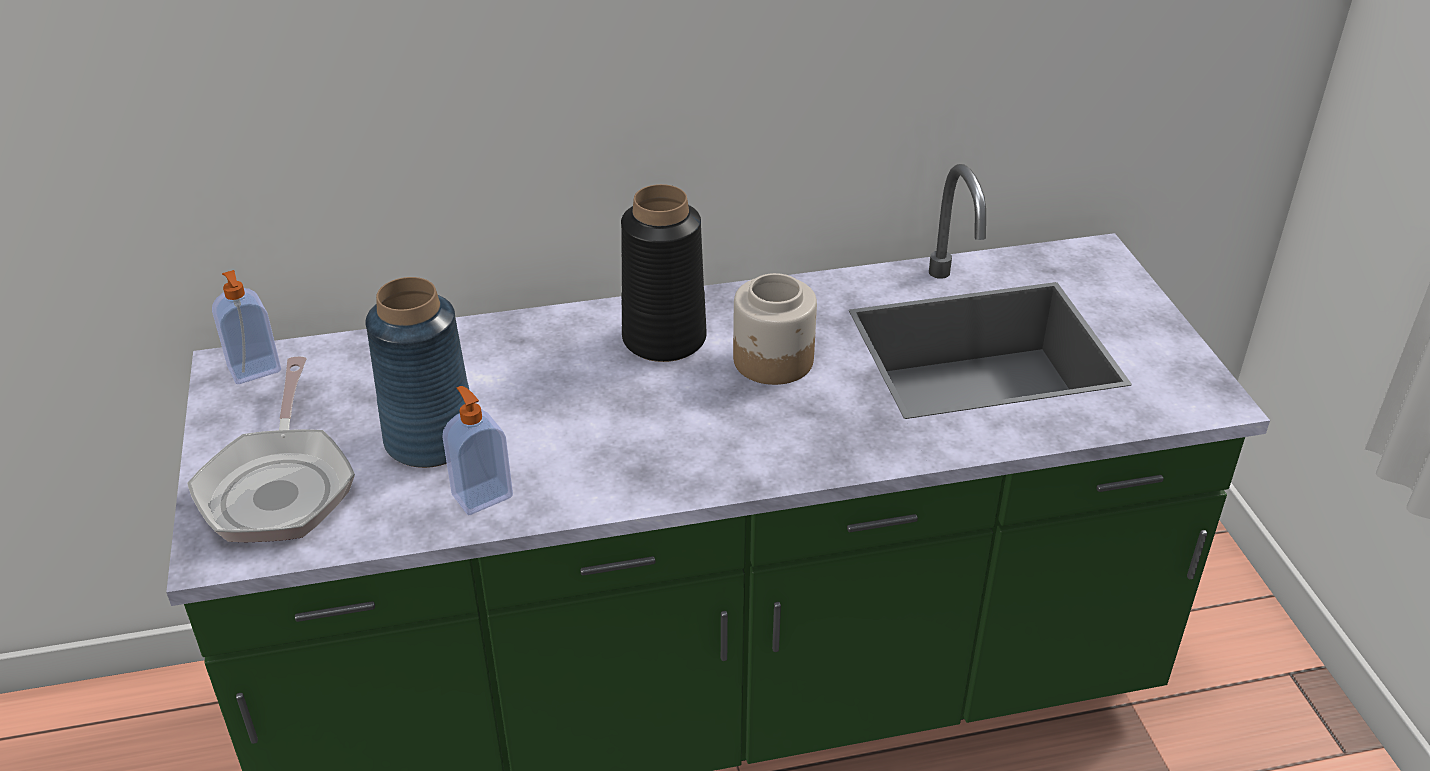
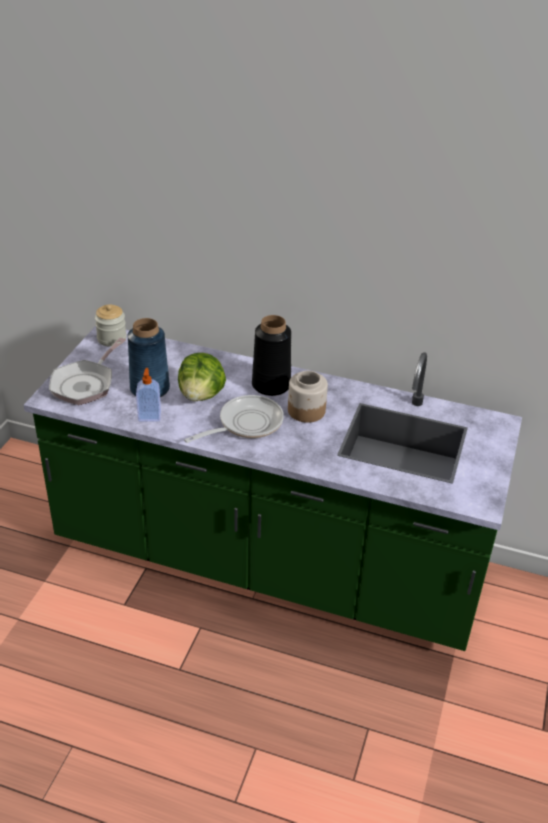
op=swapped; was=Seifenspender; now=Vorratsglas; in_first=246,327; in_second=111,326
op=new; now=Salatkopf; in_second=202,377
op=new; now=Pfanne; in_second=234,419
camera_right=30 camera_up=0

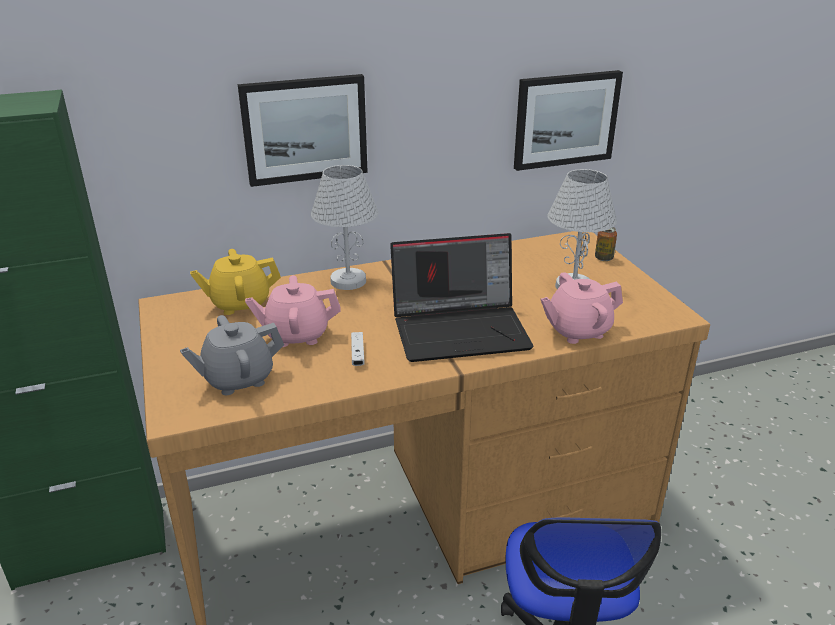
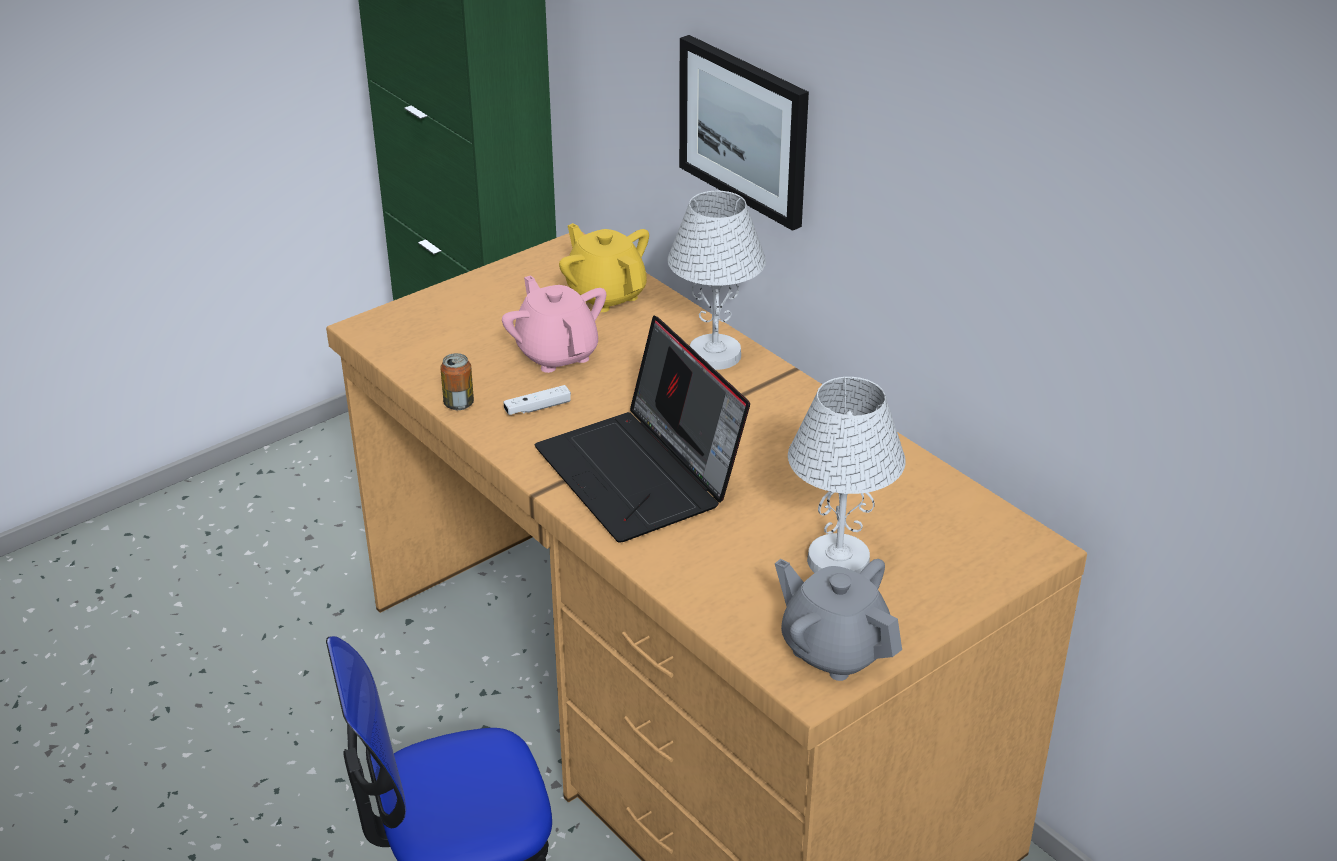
op=shifted; was=Teekanne/grau; in_first=232,355; in_second=838,620
op=gone; was=Bild; in_first=568,120
op=gone; was=Teekanne/rosa; in_first=582,308
op=shifted; was=Dose; in_first=606,244; in_second=457,381
camera_right=70 camera_up=5

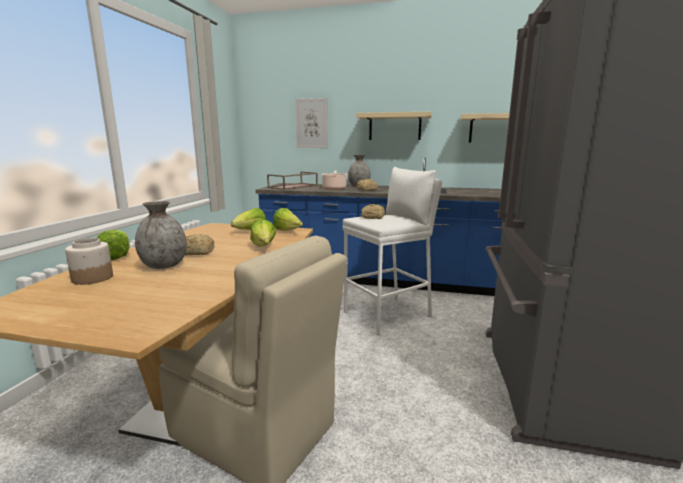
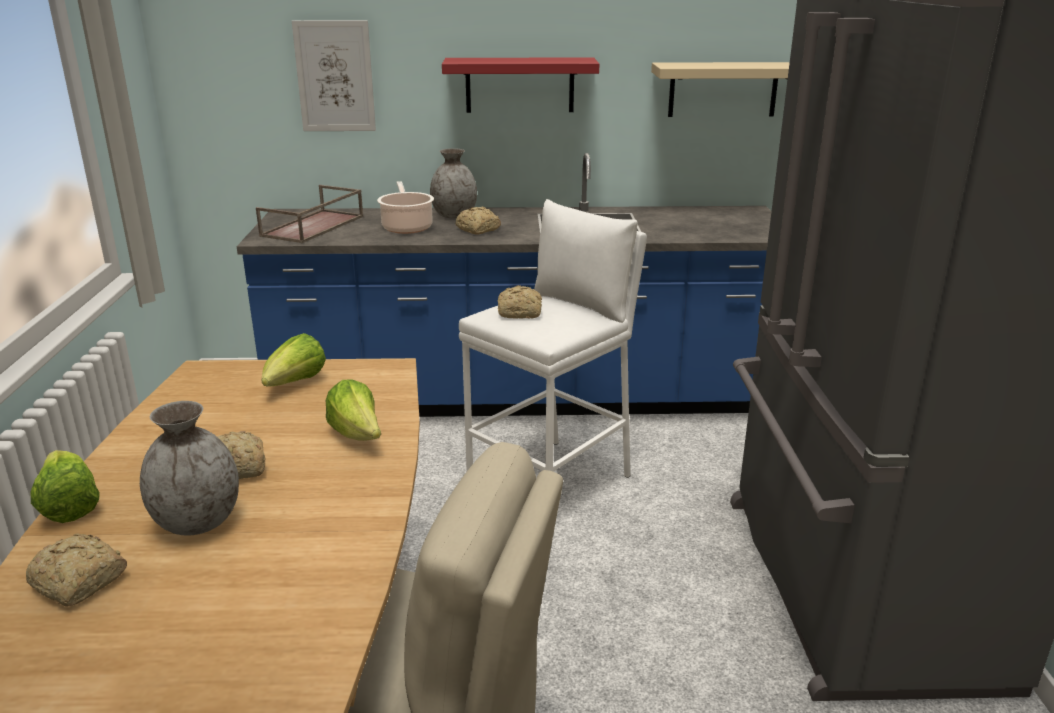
op=swapped; was=Vorratsglas; now=Brot; in_first=89,261; in_second=76,570
op=gone; was=Salatkopf; in_first=288,219
op=repainted; was=Wandregal/beige; now=Wandregal/rot; in_first=394,126; in_second=520,85
camera_right=-15 camera_up=10

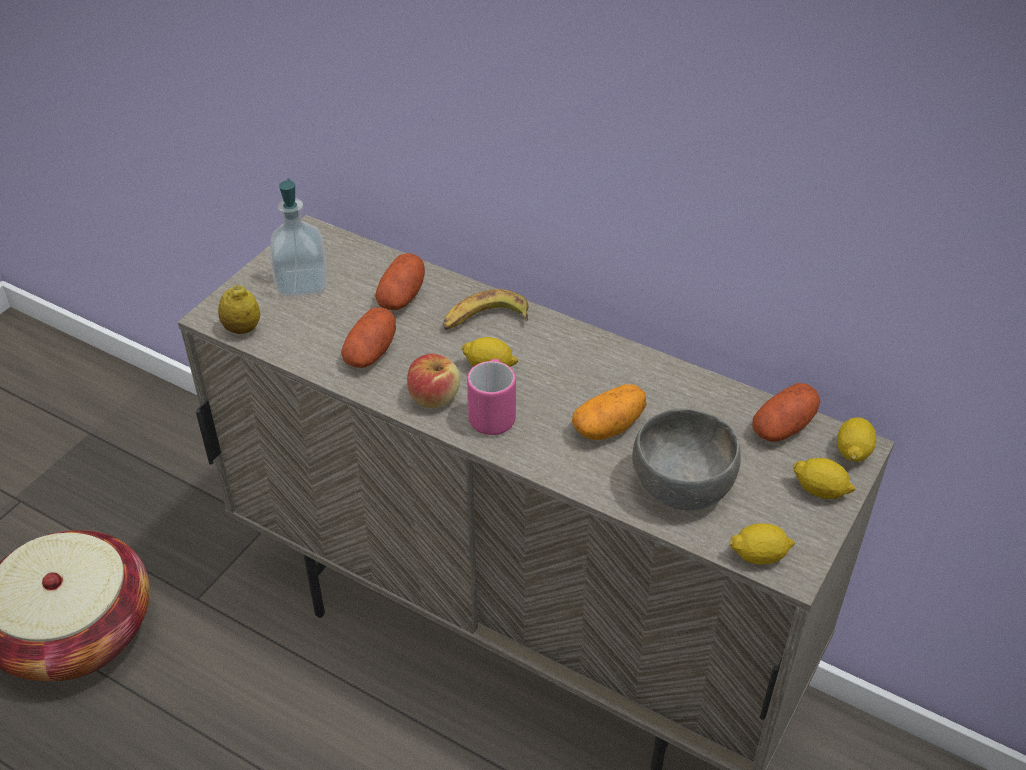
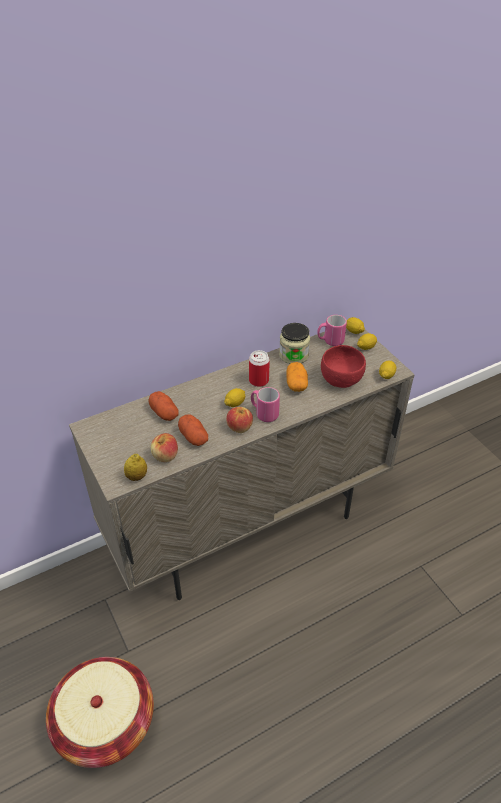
op=gone; was=Seifenspender; in_first=298,237
op=gone; was=Banane; in_first=485,309
op=repainted; was=Schüssel/grau; now=Schüssel/rot; in_first=686,459; in_second=343,366
op=swapped; was=Kartoffel; now=Henkelbecher/rosa; in_first=786,412; in_second=332,330
op=new; now=Apfel; in_second=164,447
op=new; now=Dose; in_second=259,368
op=new; now=Vorratsglas; in_second=294,343
camera_right=-60 camera_up=0

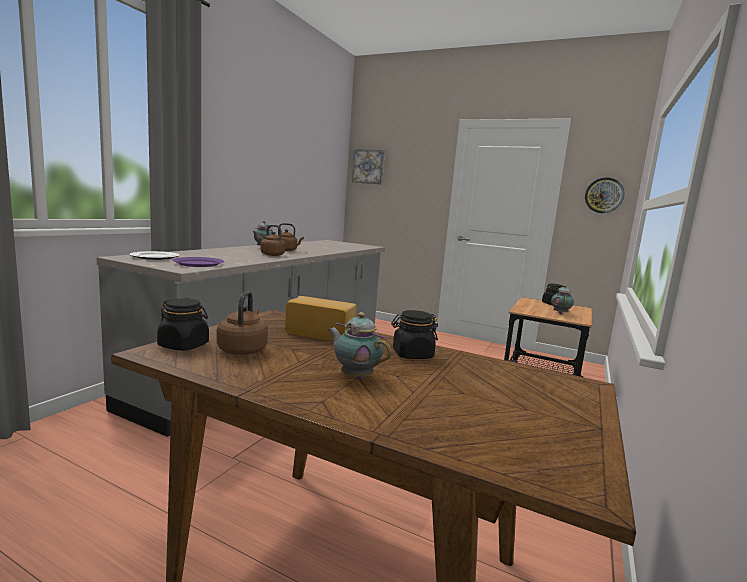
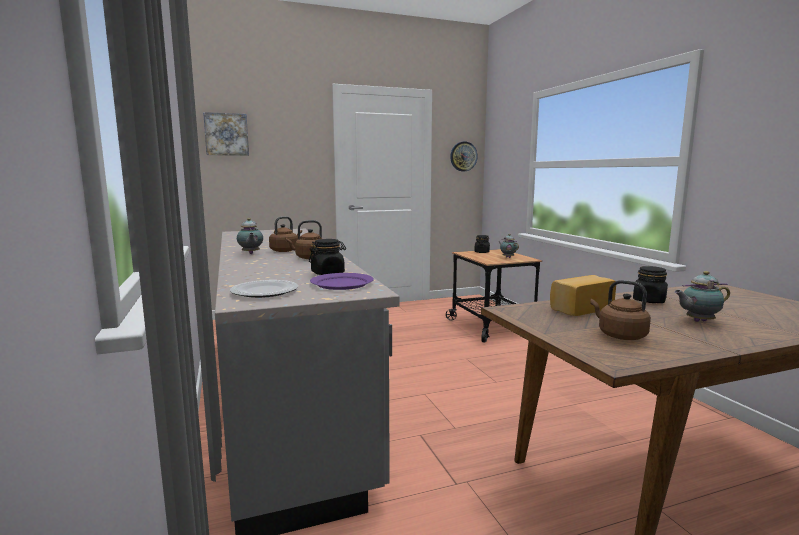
op=shifted; was=Vorratsglas/schwarz; in_first=183,325; in_second=327,257
camera_right=-45 camera_up=0

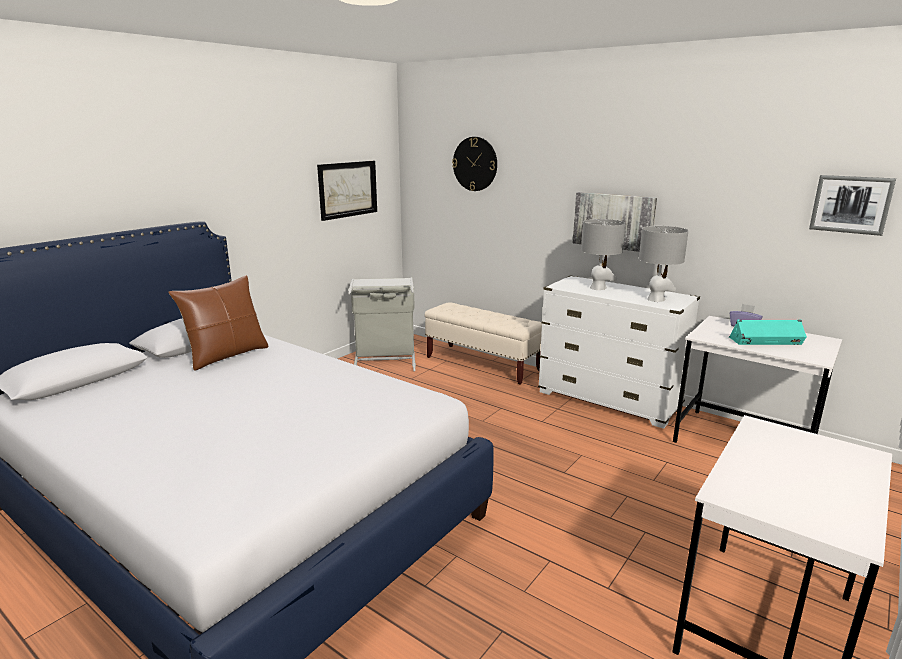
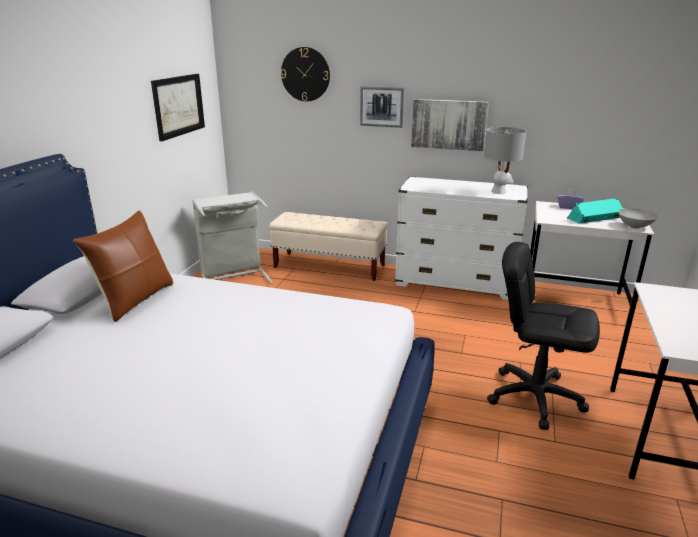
op=gone; was=Tischlampe/grau; in_first=603,254
op=shifted; was=Bild; in_first=852,205; in_second=382,107
op=new; now=Bürostuhl/schwarz; in_second=543,336
op=new; now=Schüssel/grau; in_second=638,218
camera_right=-20 camera_up=5

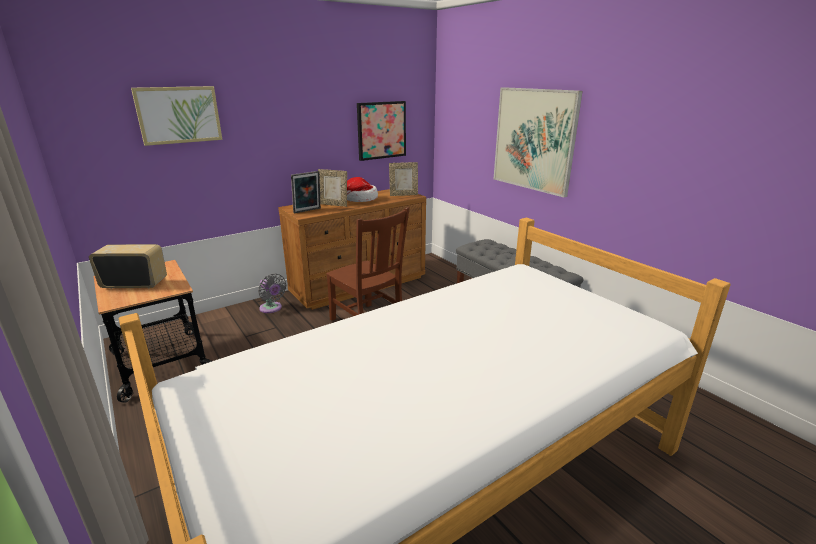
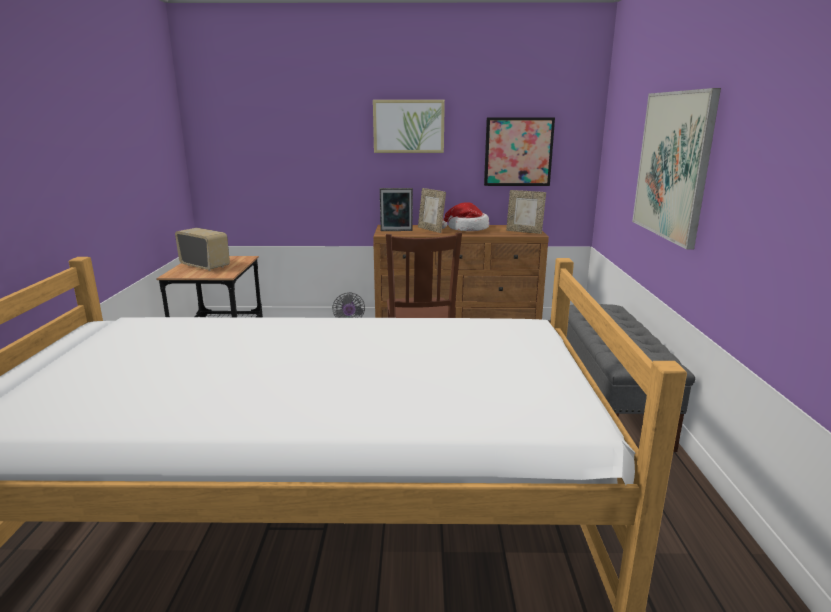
op=shifted; was=Bild; in_first=177,116; in_second=409,126
camera_right=35 camera_up=-5

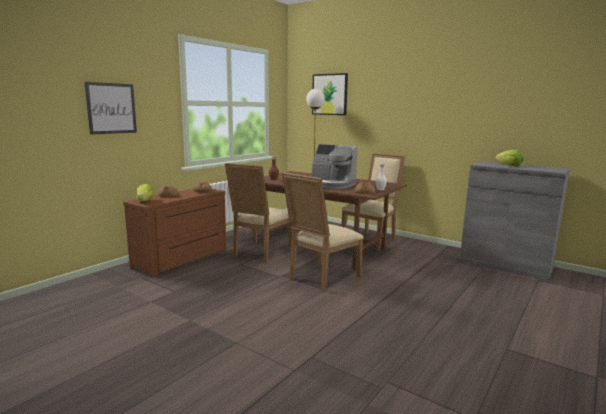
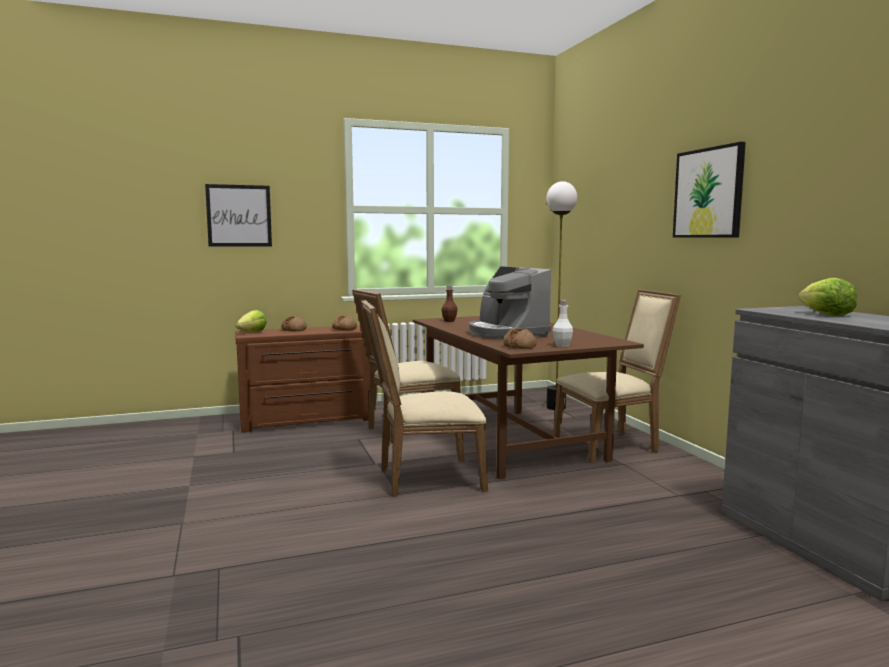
op=shifted; was=Bild; in_first=330,94; in_second=709,190
camera_right=35 camera_up=-5

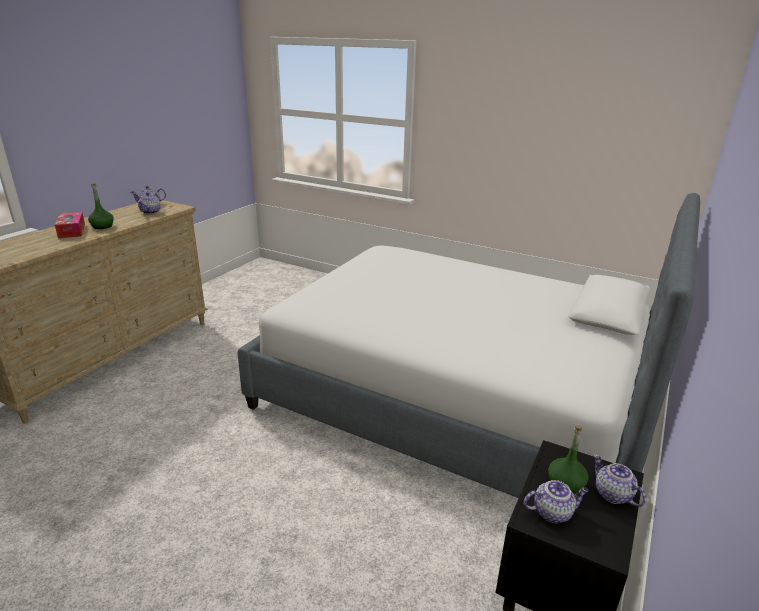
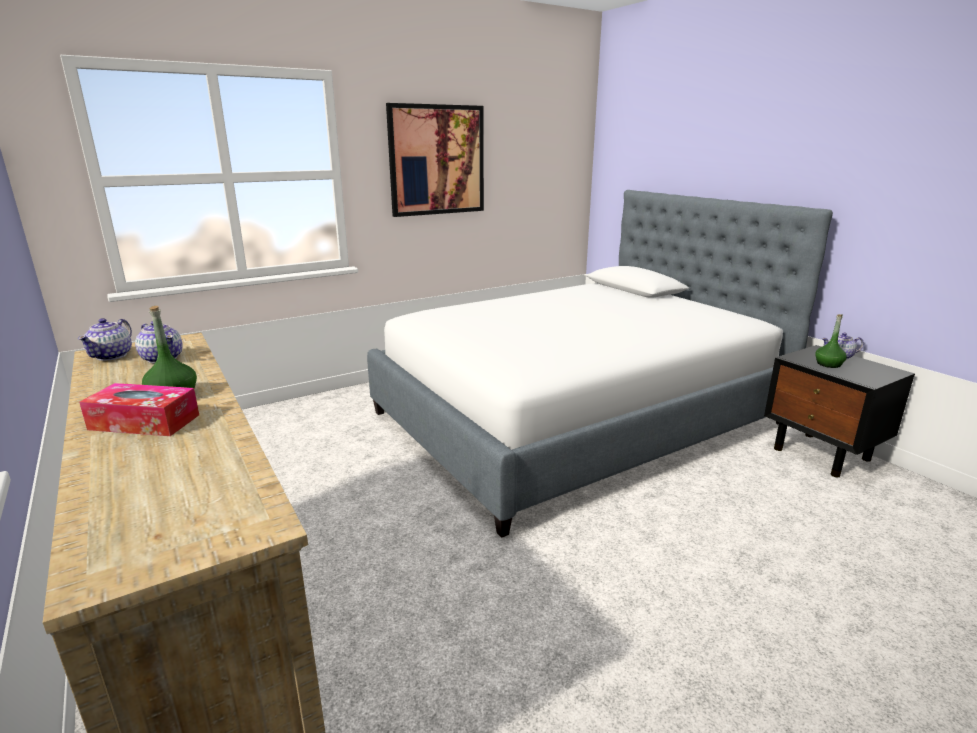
op=gone; was=Teekanne; in_first=556,501
op=new; now=Bild; in_second=435,160
camera_right=-60 camera_up=-5

